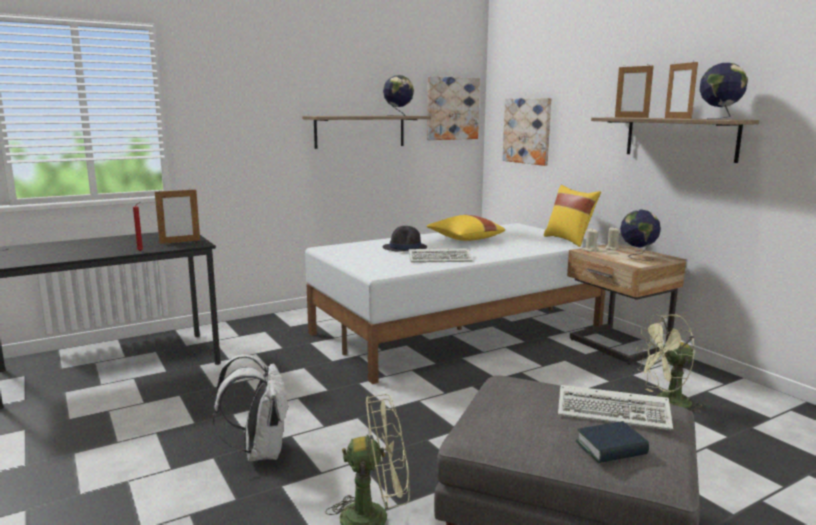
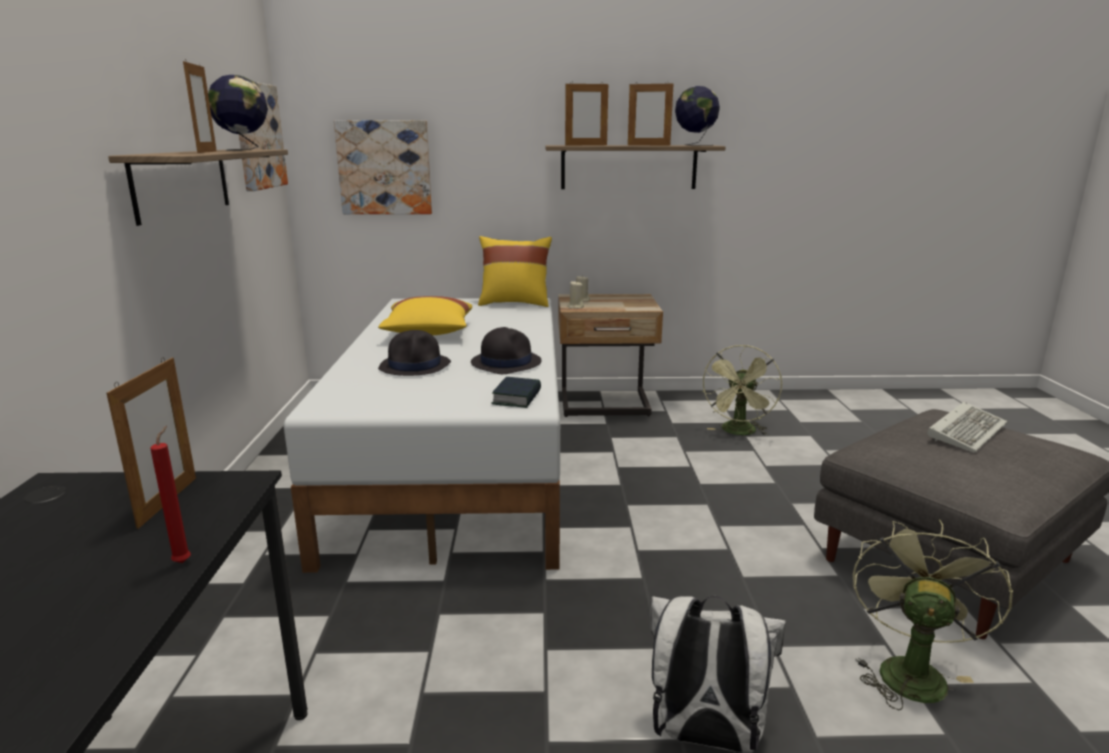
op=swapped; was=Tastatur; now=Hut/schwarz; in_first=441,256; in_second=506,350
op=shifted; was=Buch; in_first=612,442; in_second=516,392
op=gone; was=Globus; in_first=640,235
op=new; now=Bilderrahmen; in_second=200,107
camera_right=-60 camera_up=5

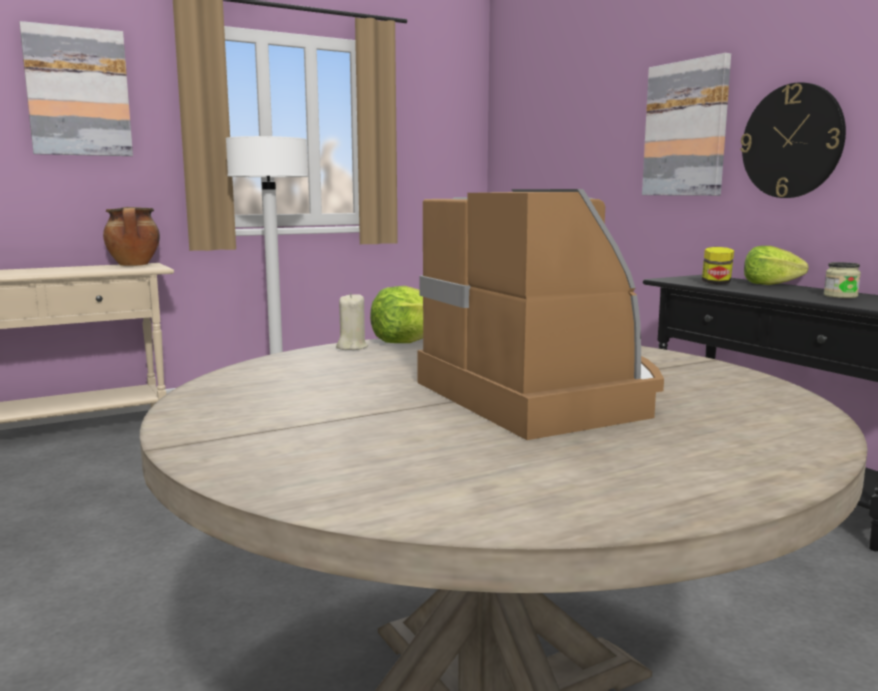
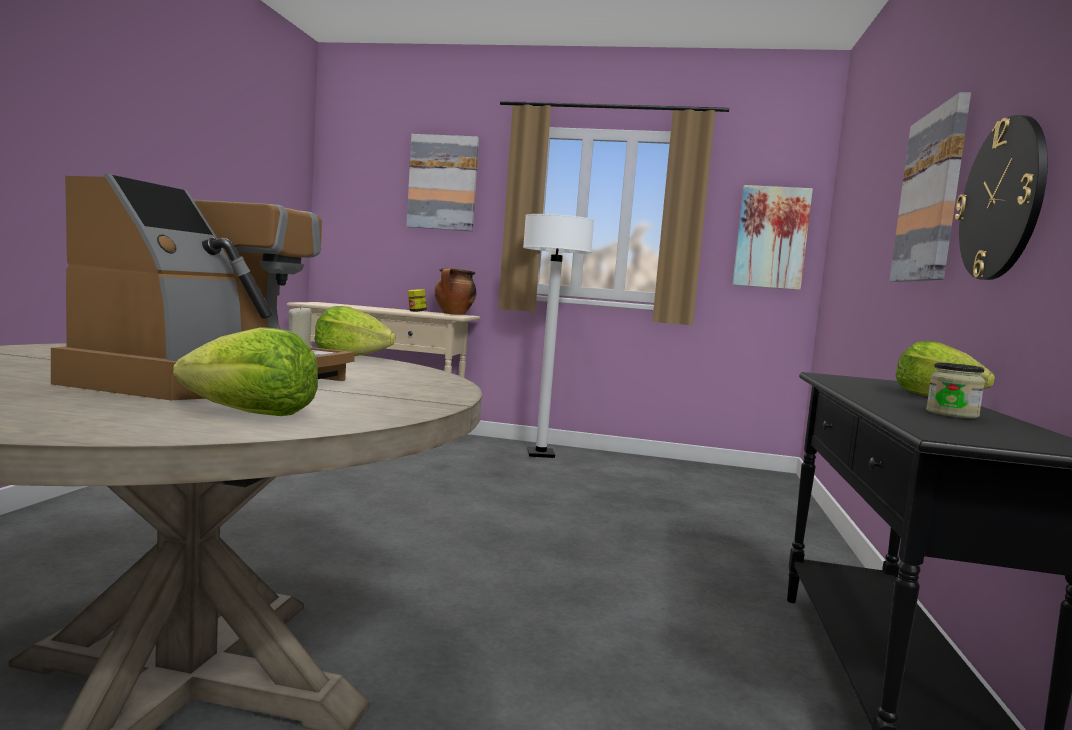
op=shifted; was=Vorratsglas; in_first=718,266; in_second=417,300
op=new; now=Salatkopf; in_second=245,371
op=new; now=Bild; in_second=773,237
camera_right=40 camera_up=-5

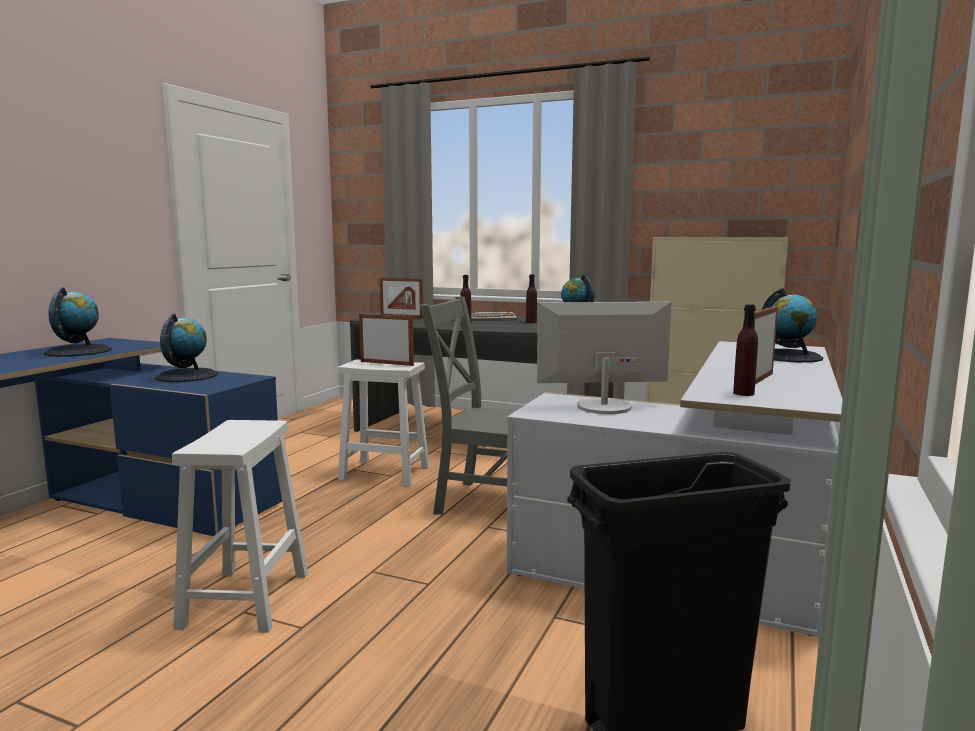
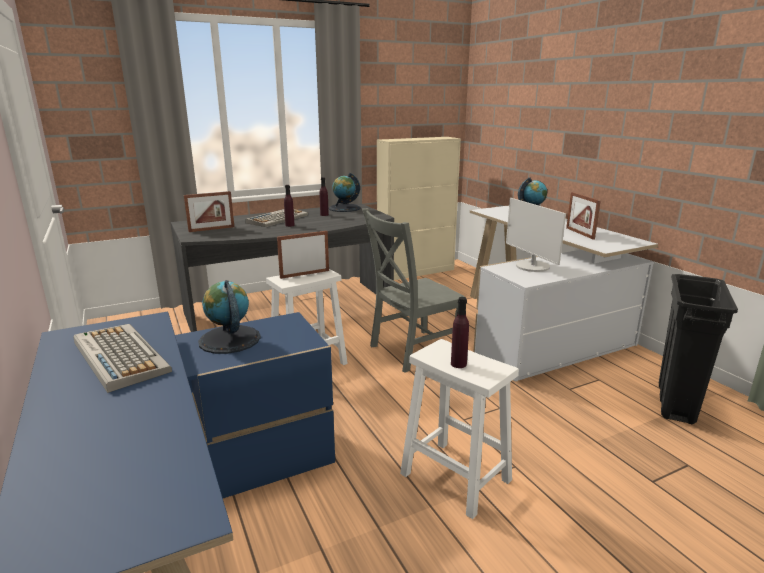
op=swapped; was=Globus; now=Tastatur; in_first=78,322; in_second=122,358
op=rotated; was=Monitor; in_first=604,358; in_second=536,235; clockwise=-60
op=shifted; was=Flasche/lila; in_first=745,350; in_second=460,332
camera_right=-50 camera_up=10

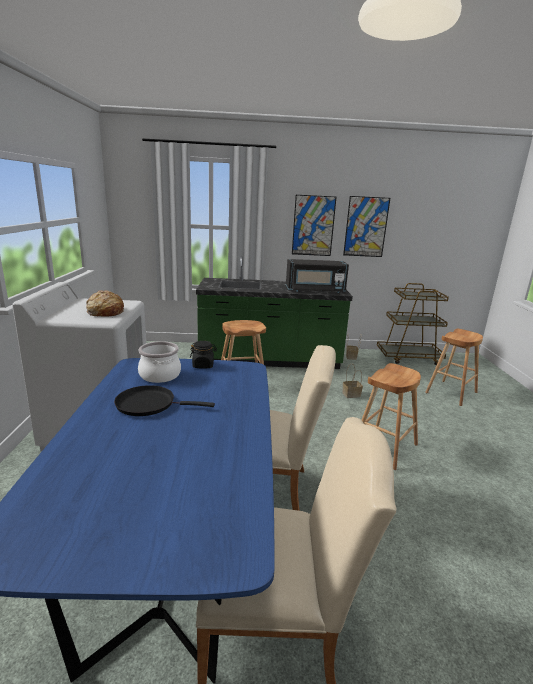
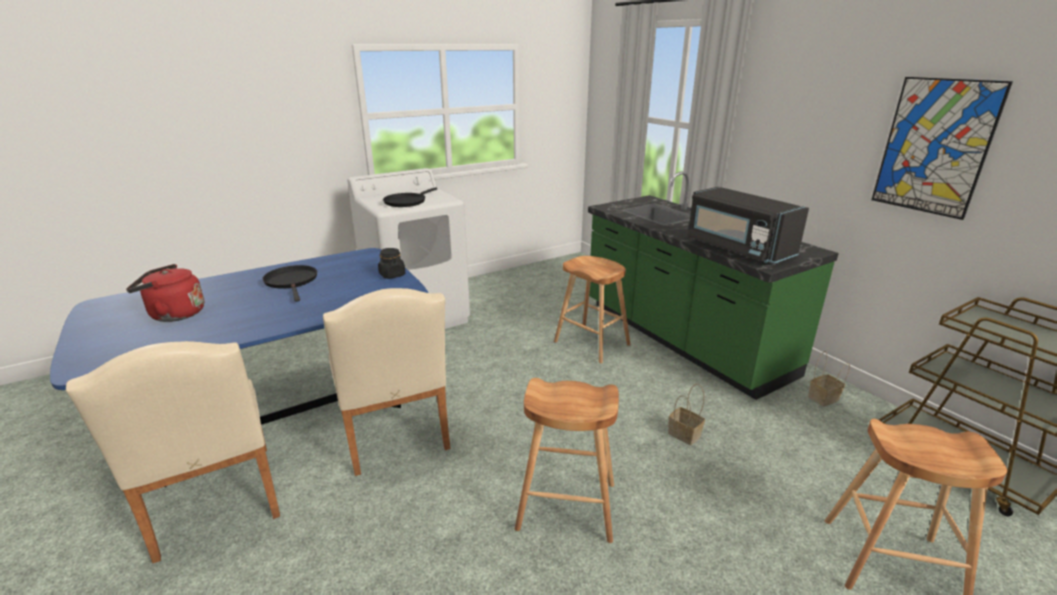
op=swapped; was=Brot; now=Pfanne/schwarz; in_first=105,303; in_second=410,197
op=gone; was=Kochtopf; in_first=159,362
op=gone; was=Bild; in_first=314,225
op=new; now=Wasserkessel/rot; in_second=165,293
camera_right=60 camera_up=5

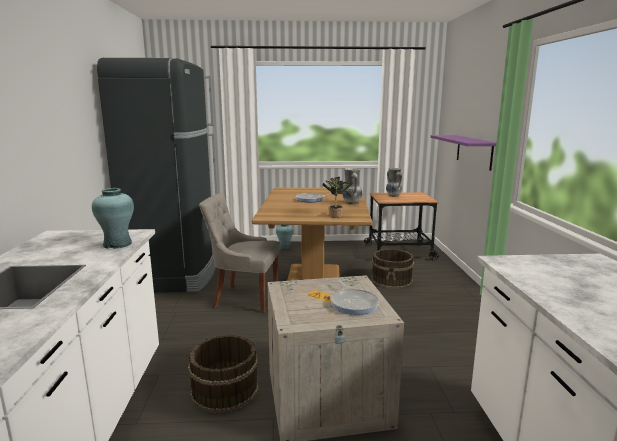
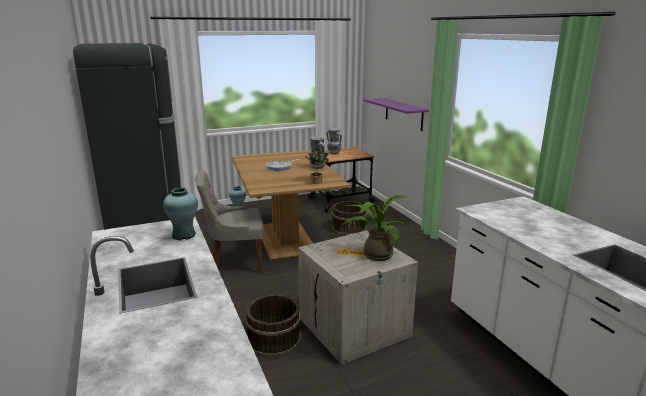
op=swapped; was=Pfanne; now=Topfpflanze; in_first=354,297; in_second=376,228
camera_right=-20 camera_up=5

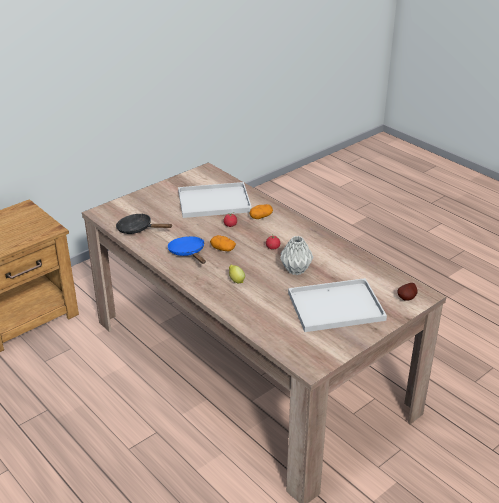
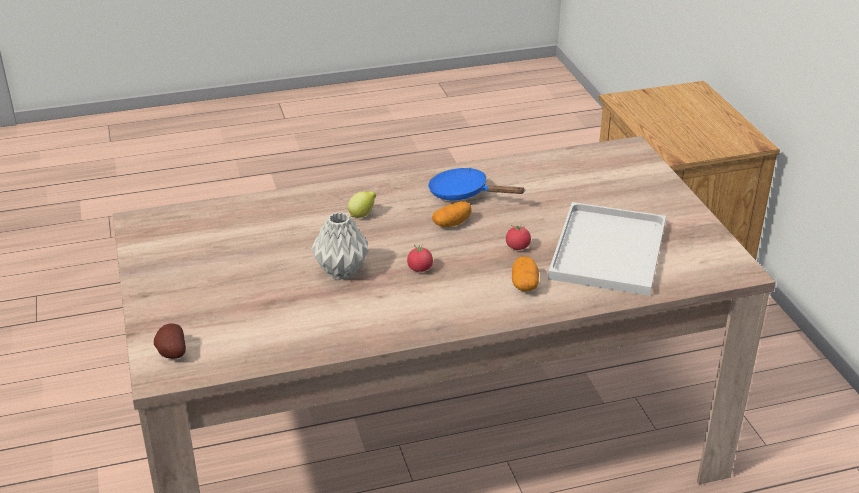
op=gone; was=Pfanne/schwarz; in_first=144,223
op=rotated; was=Pfanne/blau; in_first=187,250; in_second=476,184; clockwise=-150
op=gone; was=Tablett/weiß; in_first=337,305
camera_right=115 camera_up=0

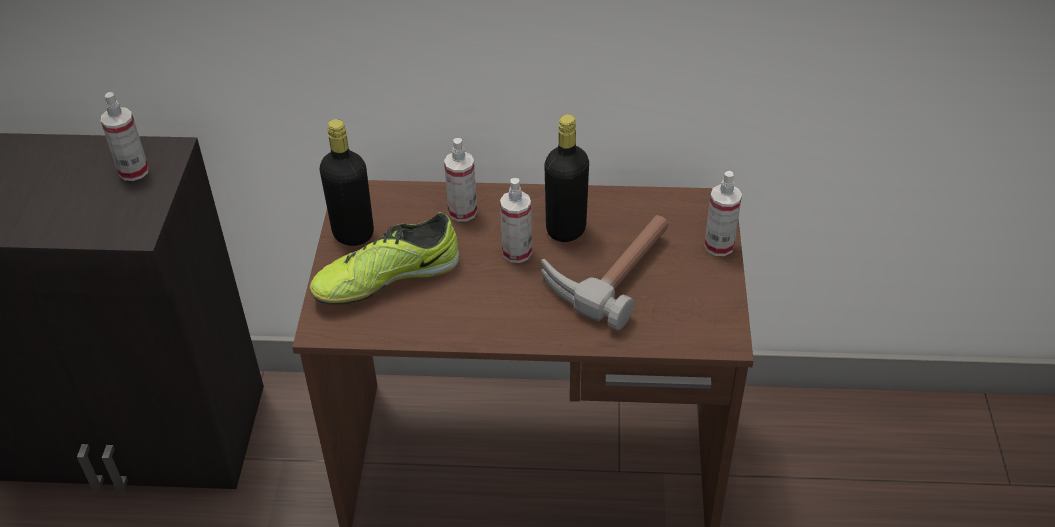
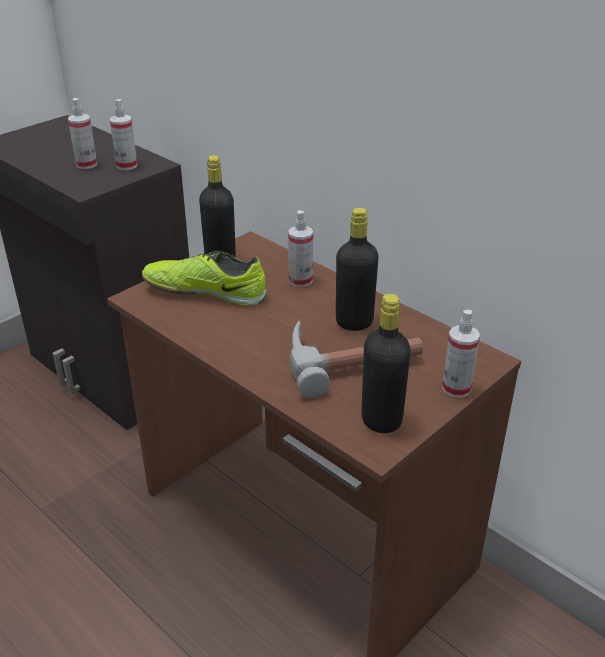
op=shifted; was=Sprühflasche; in_first=516,220; in_second=82,133
op=new; now=Flasche/schwarz; in_second=386,363
camera_right=40 camera_up=-10

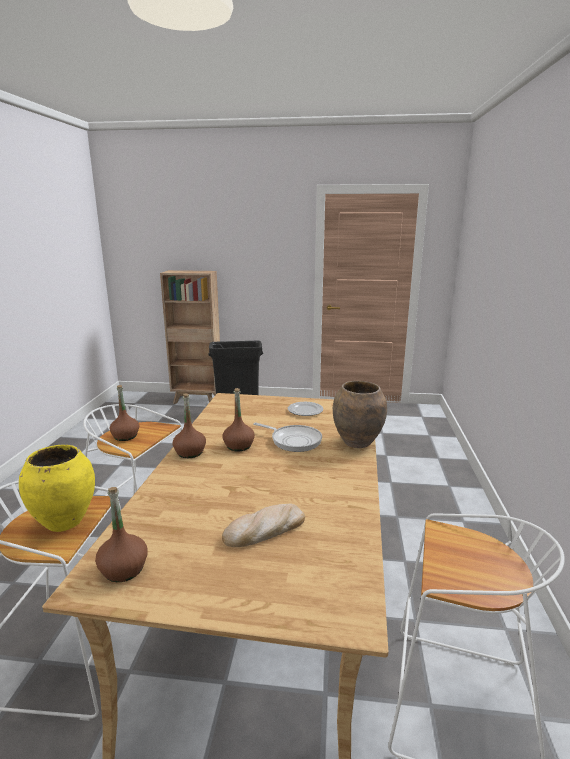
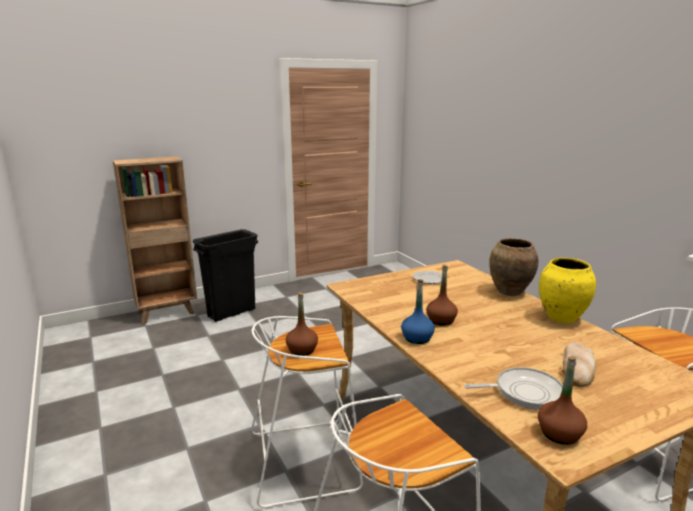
op=shifted; was=Vase/gelb; in_first=57,488; in_second=567,290
op=repainted; was=Flasche/braun; now=Flasche/blau; in_first=189,425; in_second=418,311
op=shifted; was=Pfanne; in_first=287,437; in_second=513,388
camera_right=-35 camera_up=0

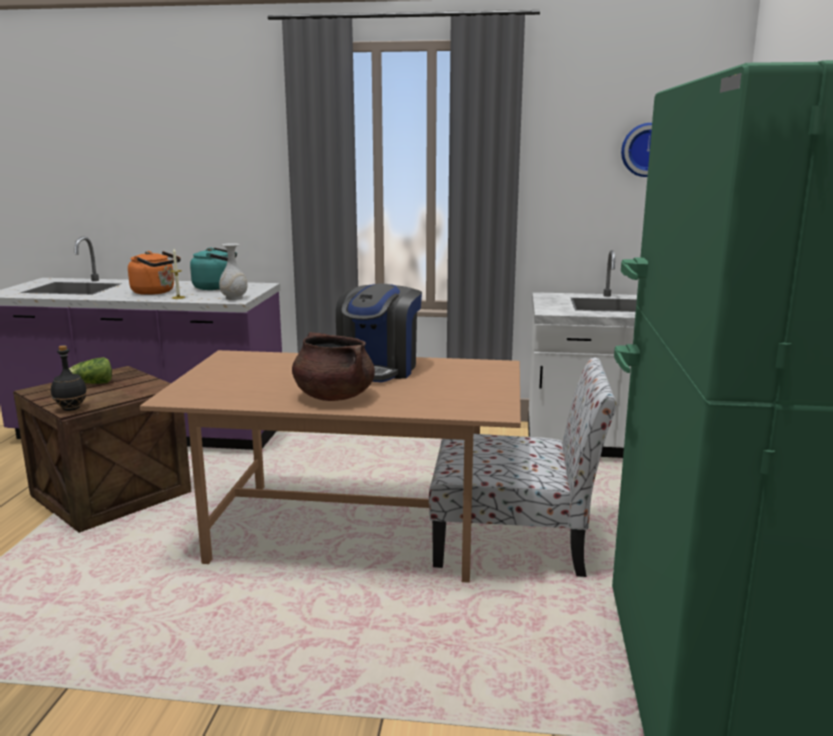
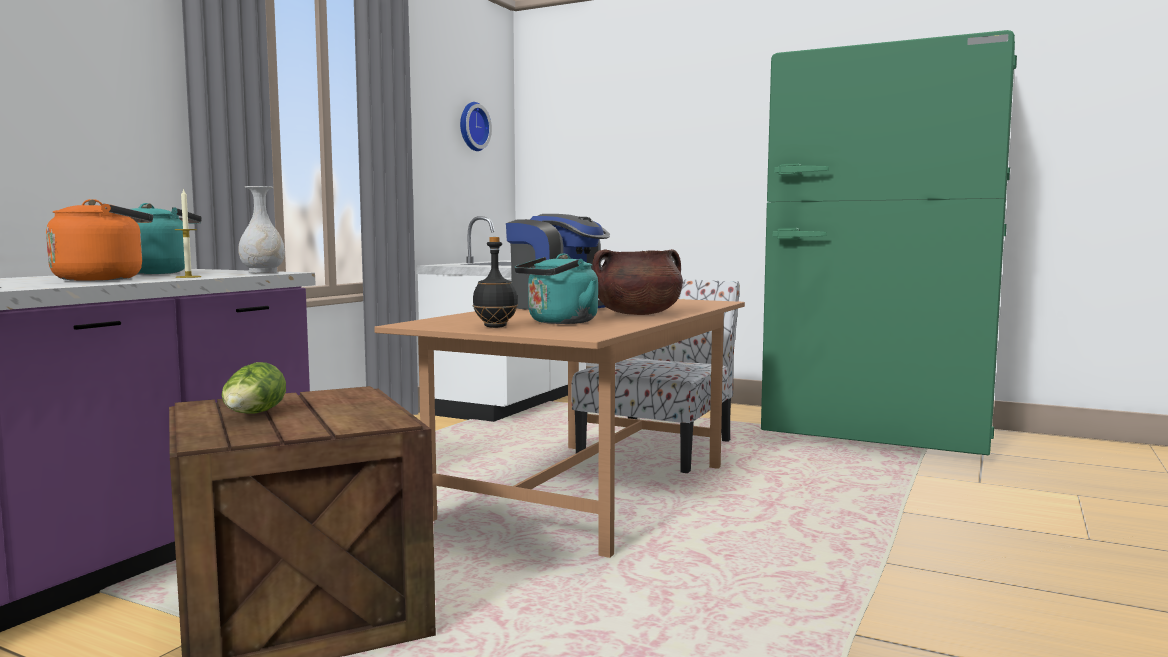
op=shifted; was=Flasche/schwarz; in_first=69,378; in_second=495,282
op=new; now=Wasserkessel/türkis; in_second=556,288
camera_right=-70 camera_up=-10

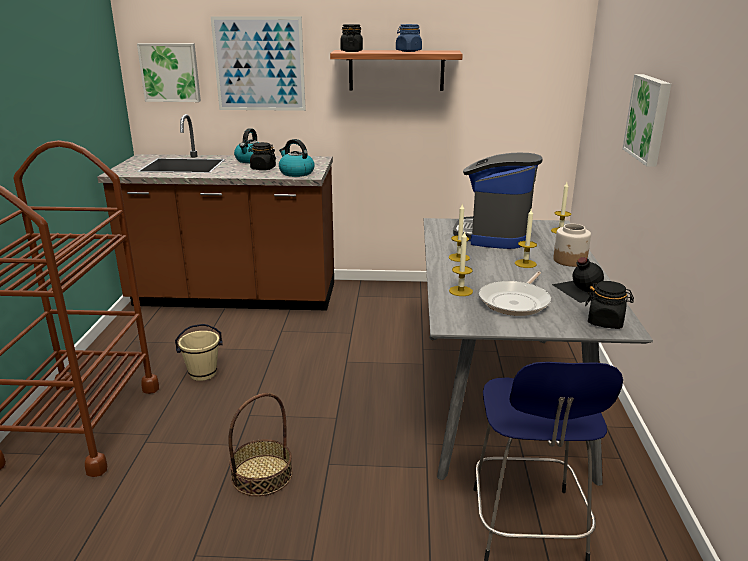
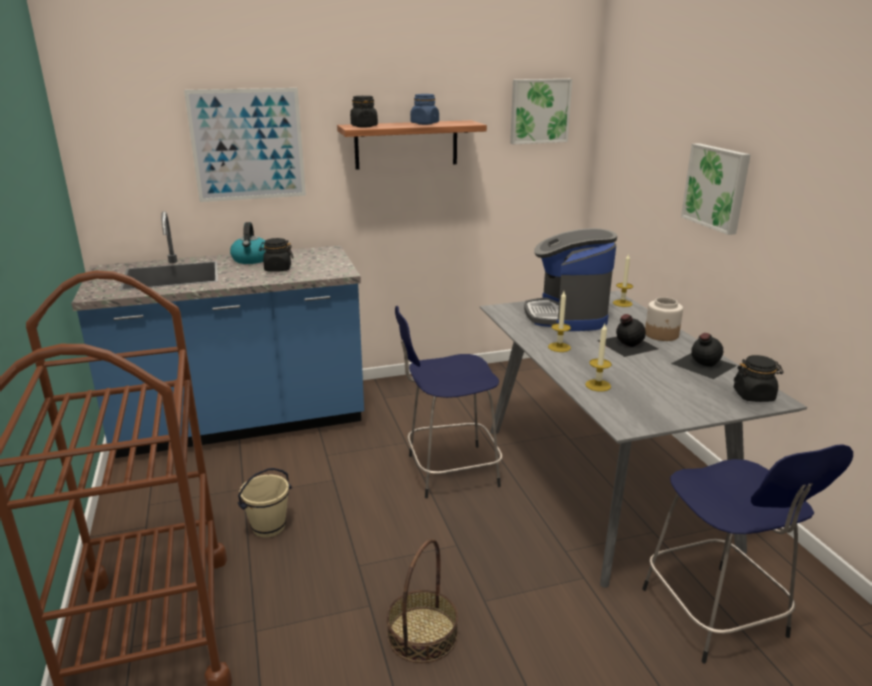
op=repainted; was=Küchenzeile/braun; now=Küchenzeile/blau; in_first=215,212; in_second=217,334
op=shifted; was=Bild; in_first=169,72; in_second=541,111
op=gone; was=Wasserkessel; in_first=297,158
op=gone; was=Pfanne; in_first=515,293
op=swapped; was=Kerze; now=Flasche/schwarz; in_first=526,238; in_second=627,335
op=new; now=Hocker/blau; in_second=448,402
camera_right=-20 camera_up=0

